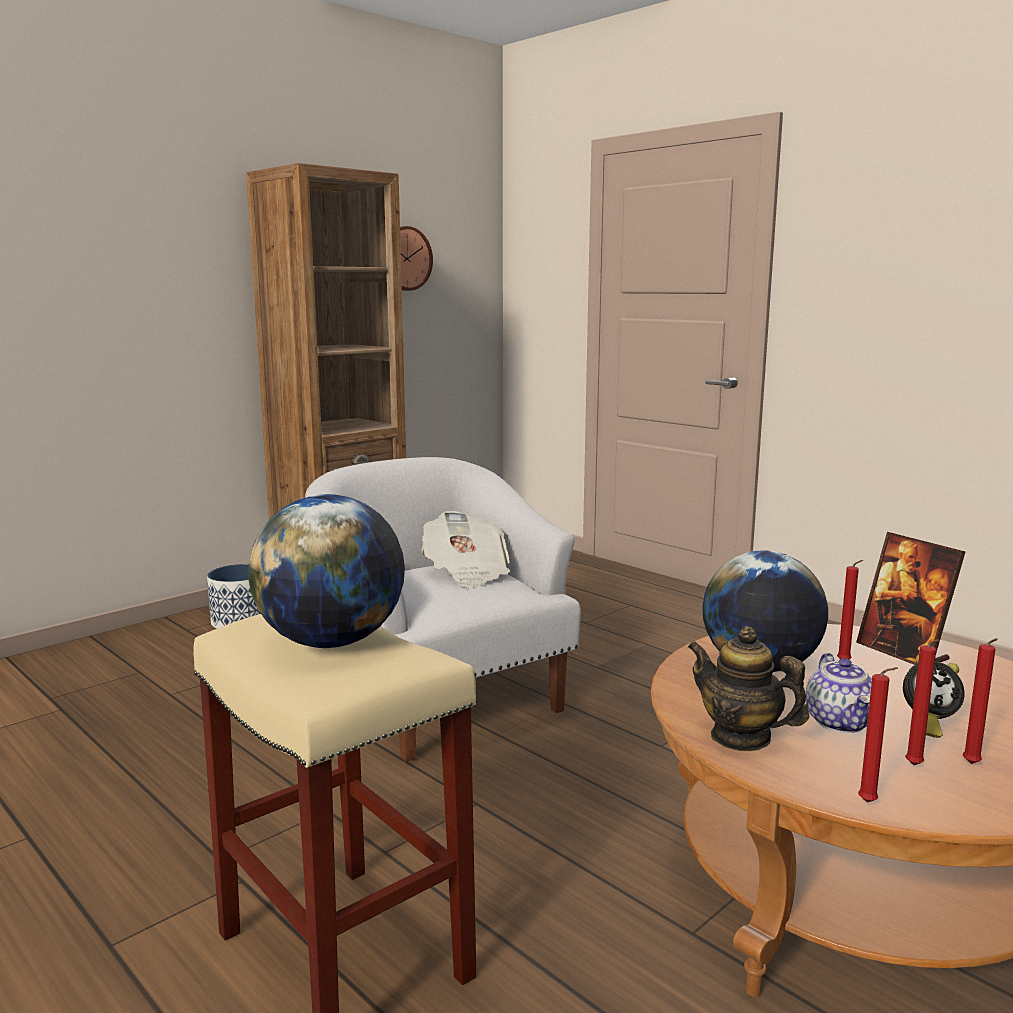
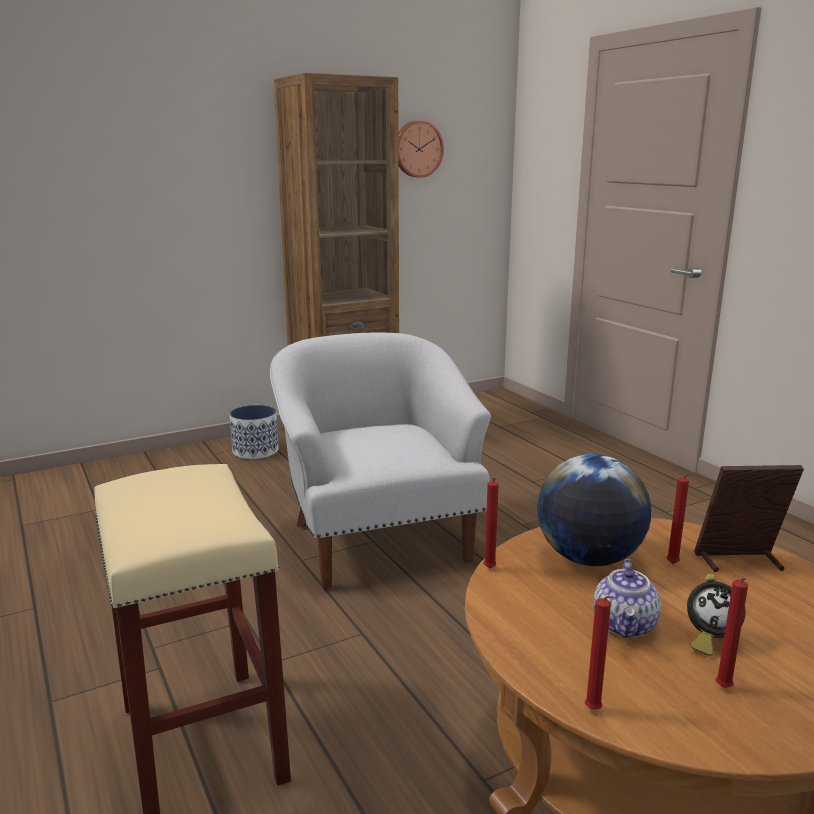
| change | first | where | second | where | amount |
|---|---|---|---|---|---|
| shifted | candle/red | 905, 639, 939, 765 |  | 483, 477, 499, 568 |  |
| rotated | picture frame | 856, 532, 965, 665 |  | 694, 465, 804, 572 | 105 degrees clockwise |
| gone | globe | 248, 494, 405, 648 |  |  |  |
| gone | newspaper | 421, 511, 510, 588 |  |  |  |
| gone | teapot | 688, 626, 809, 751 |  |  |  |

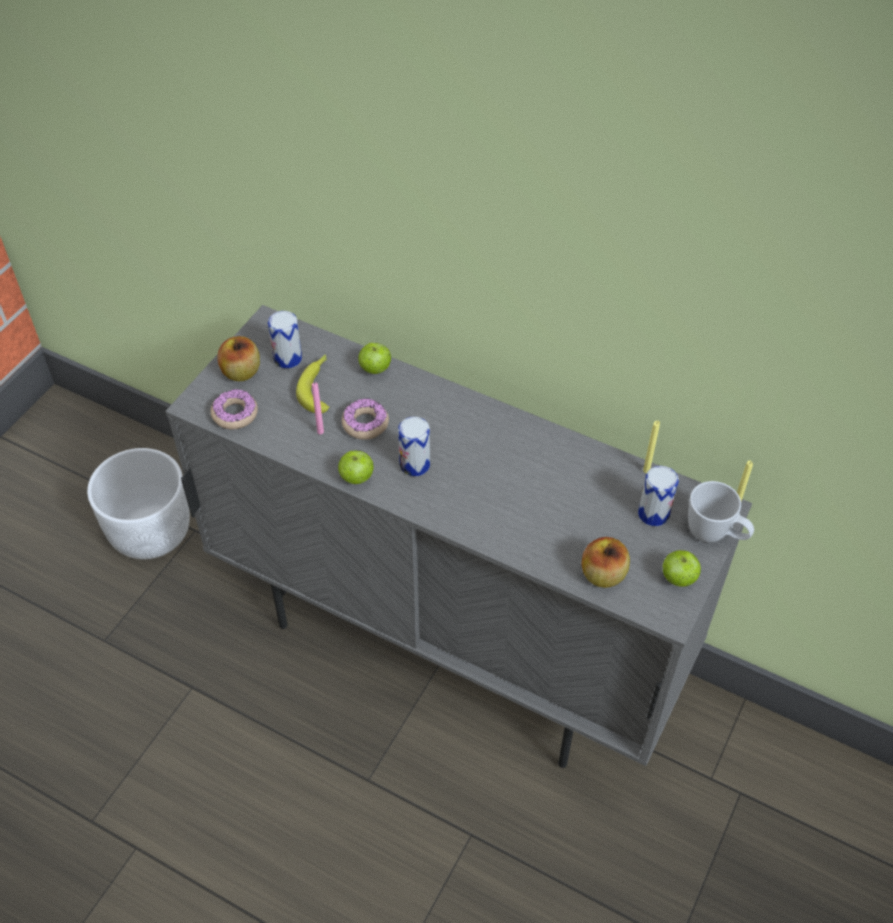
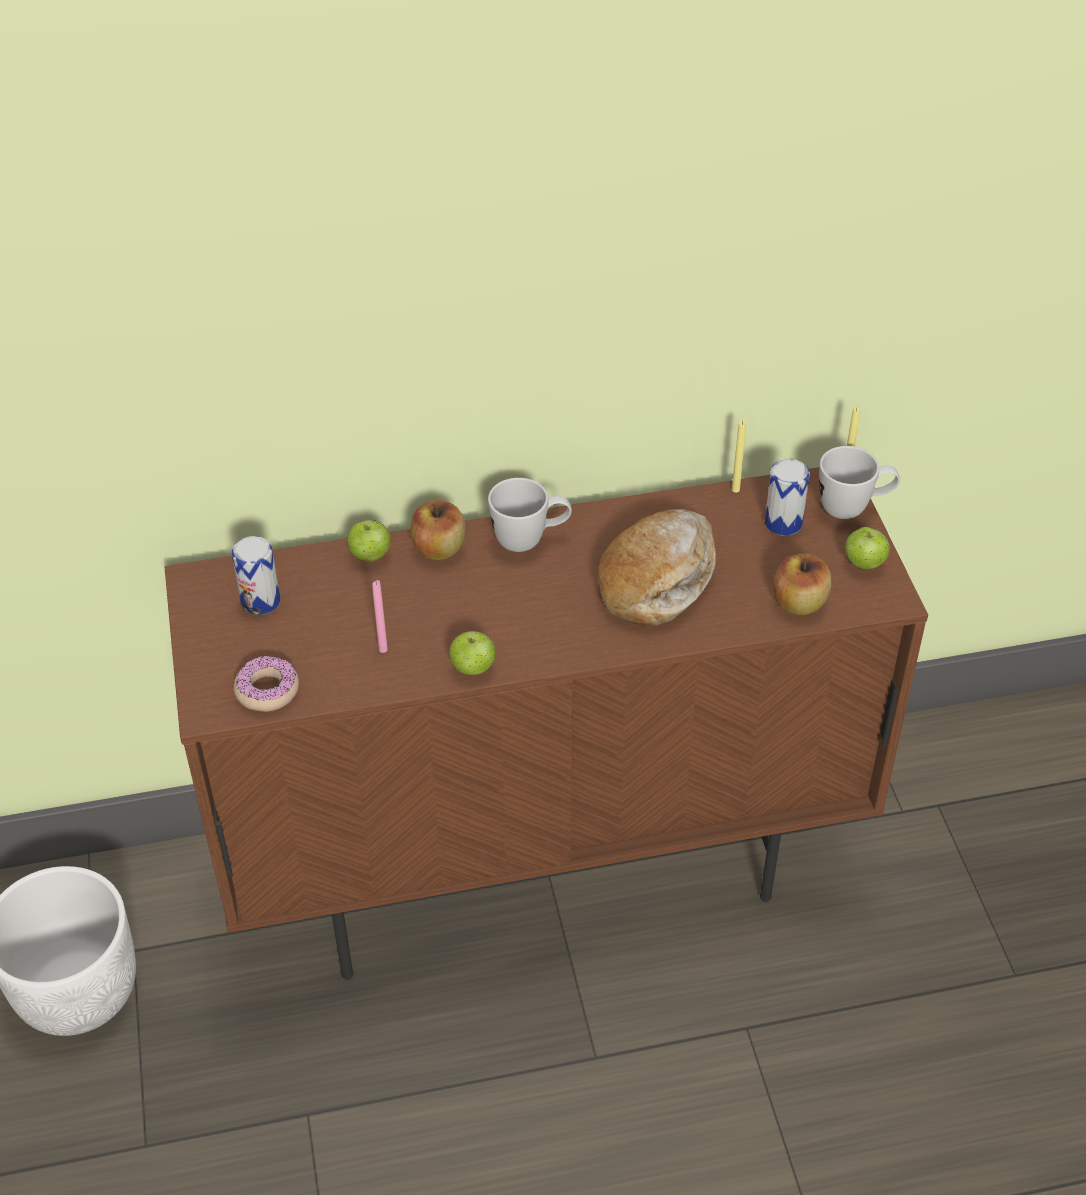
| change | first | where | second | where | amount |
|---|---|---|---|---|---|
| repainted | cabinet/grey | 165, 305, 752, 768 | cabinet/brown | 165, 467, 928, 980 |  |
| shifted | apple | 217, 336, 260, 381 |  | 410, 500, 466, 560 |  |
| new |  |  | mug/white | 488, 478, 572, 552 |  |
| new |  |  | bread | 597, 509, 716, 627 |  |
| gone | banana | 296, 354, 329, 413 |  |  |  |
| gone | donut | 342, 398, 389, 440 |  |  |  |
| gone | can | 398, 417, 430, 476 |  |  |  |

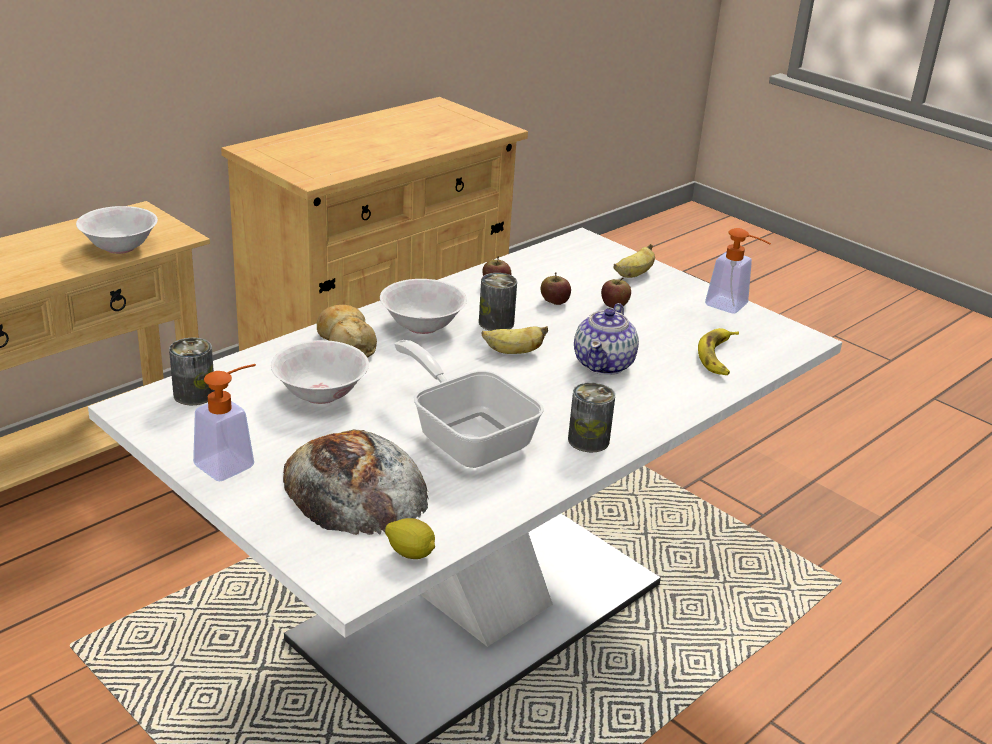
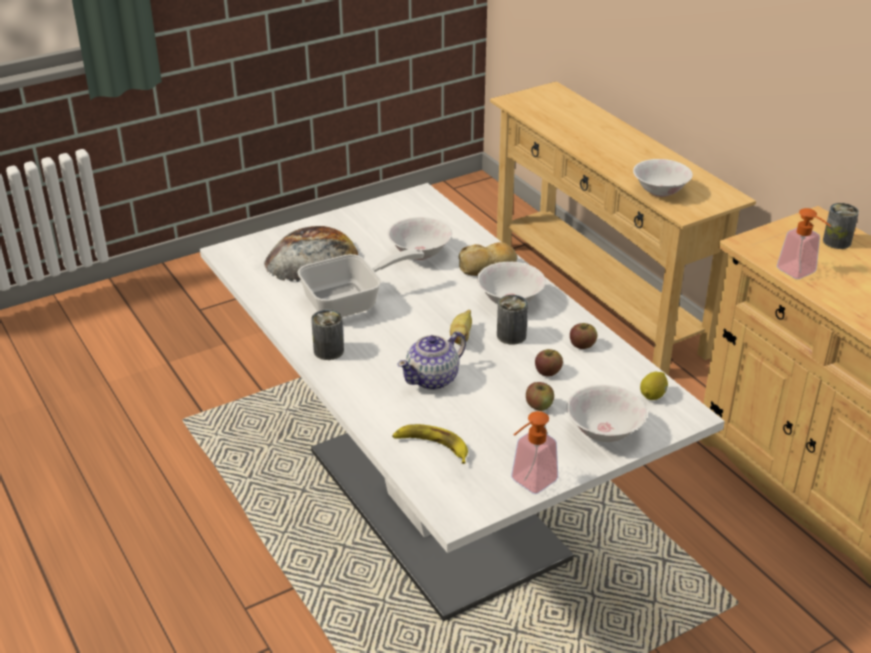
| change | first | where | second | where | amount |
|---|---|---|---|---|---|
| rotated | teapot | 574, 303, 639, 375 |  | 397, 331, 466, 390 | 75 degrees counterclockwise |
| swapped | banana | 614, 244, 655, 278 | bowl/white | 567, 385, 647, 442 |  |
| shifted | lemon | 385, 518, 435, 559 |  | 640, 372, 668, 400 |  |
| shifted | soap dispenser | 193, 364, 256, 481 |  | 777, 208, 831, 279 |  |
| shifted | can | 169, 338, 215, 405 |  | 823, 203, 859, 249 |  |

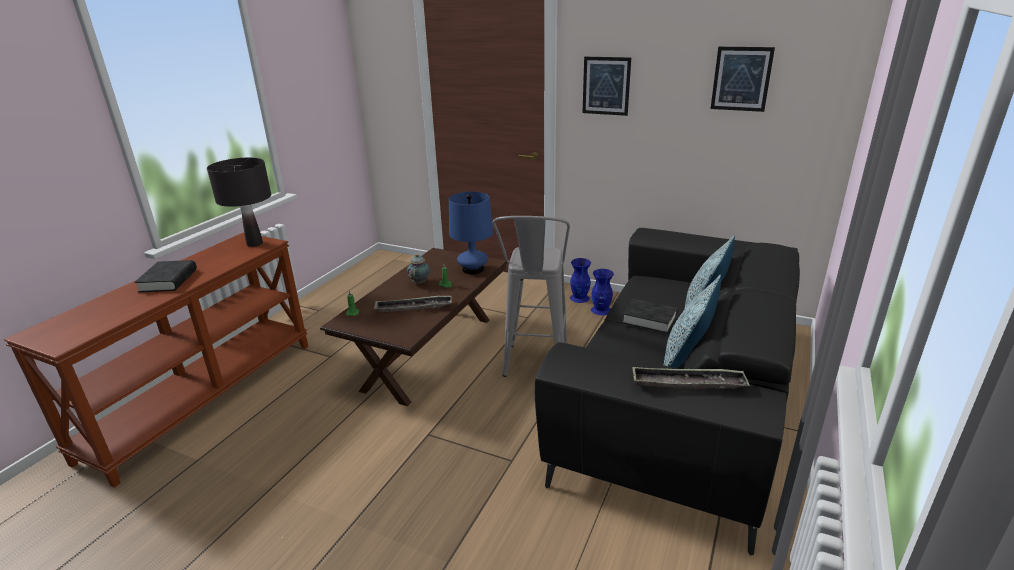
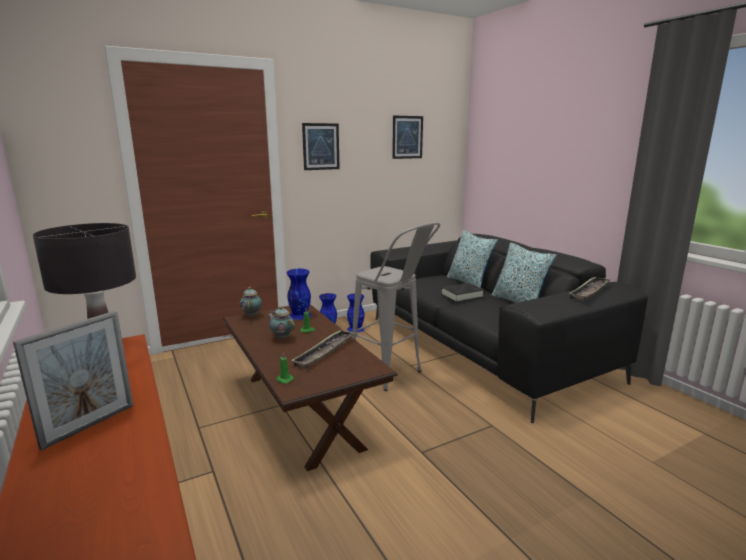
| change | first | where | second | where | amount |
|---|---|---|---|---|---|
| swapped | book/black | 134, 260, 197, 293 | picture frame | 13, 311, 133, 451 |  |
| new |  |  | teapot | 240, 287, 262, 317 |  |
| swapped | table lamp/blue | 449, 192, 493, 274 | vase/blue | 286, 269, 311, 320 |  |

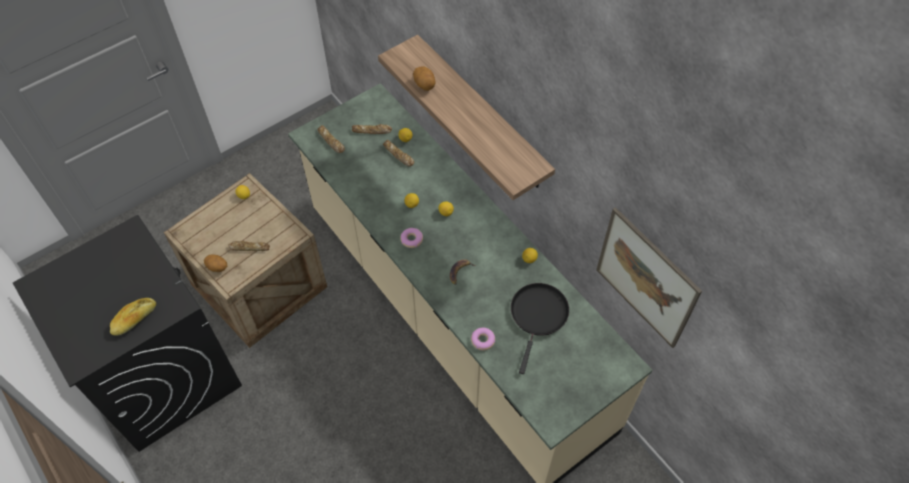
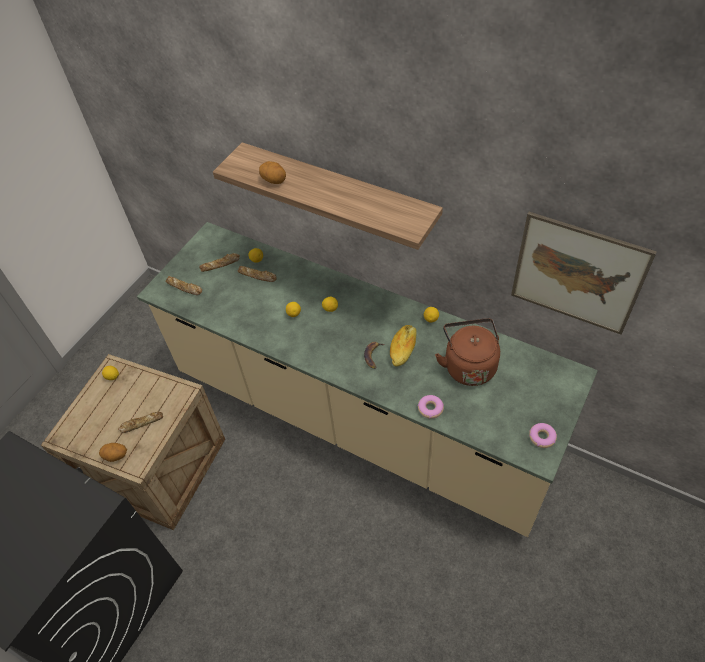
| change | first | where | second | where | amount |
|---|---|---|---|---|---|
| shifted | bread | 110, 298, 156, 336 |  | 390, 325, 417, 367 |  |
| swapped | frying pan/black | 511, 283, 569, 374 | kettle/brown | 435, 318, 500, 386 |  |
| shifted | donut | 400, 228, 423, 248 |  | 529, 423, 557, 448 |  |

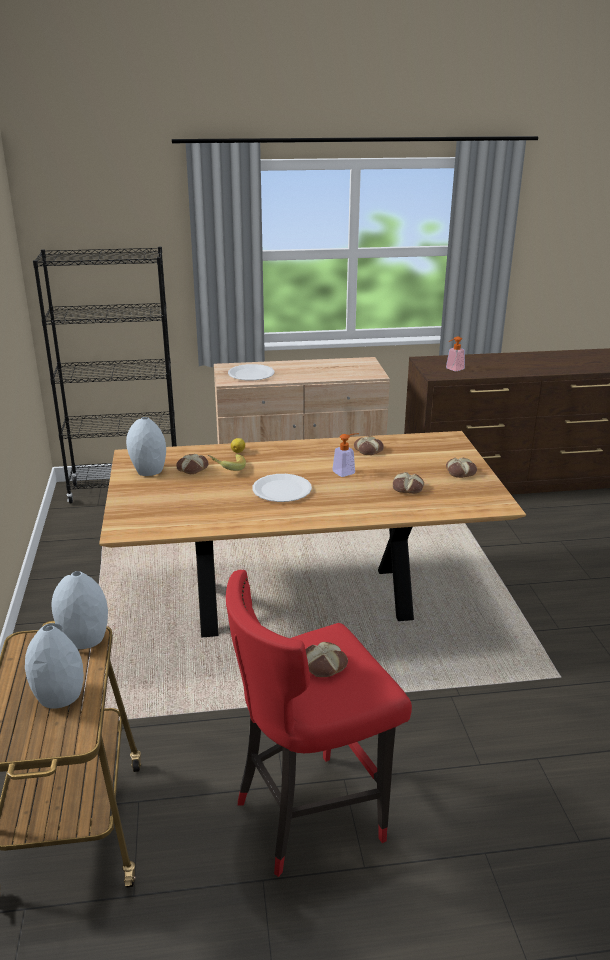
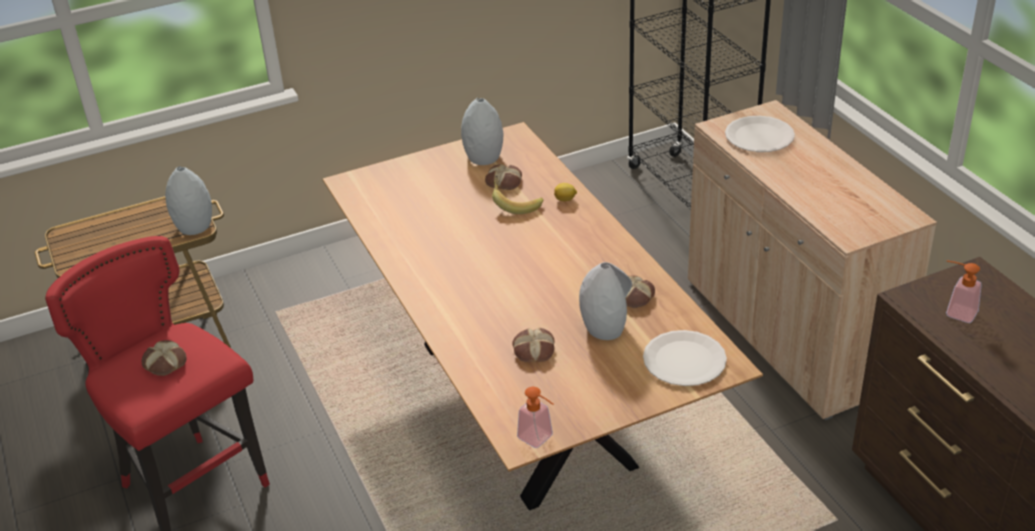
| change | first | where | second | where | amount |
|---|---|---|---|---|---|
| shifted | soap dispenser | 332, 433, 359, 477 |  | 517, 387, 553, 448 |  |
| shifted | vase/grey | 25, 623, 84, 709 |  | 579, 262, 632, 340 |  |
| shifted | plate/white | 253, 474, 312, 502 |  | 643, 330, 727, 386 |  |
| gone | bread | 446, 458, 477, 478 |  |  |  |

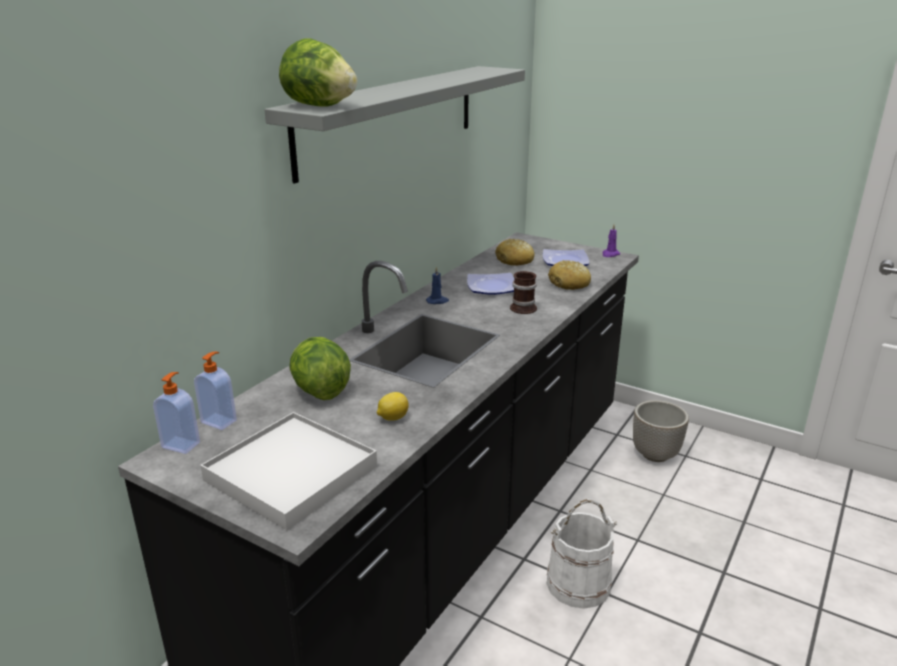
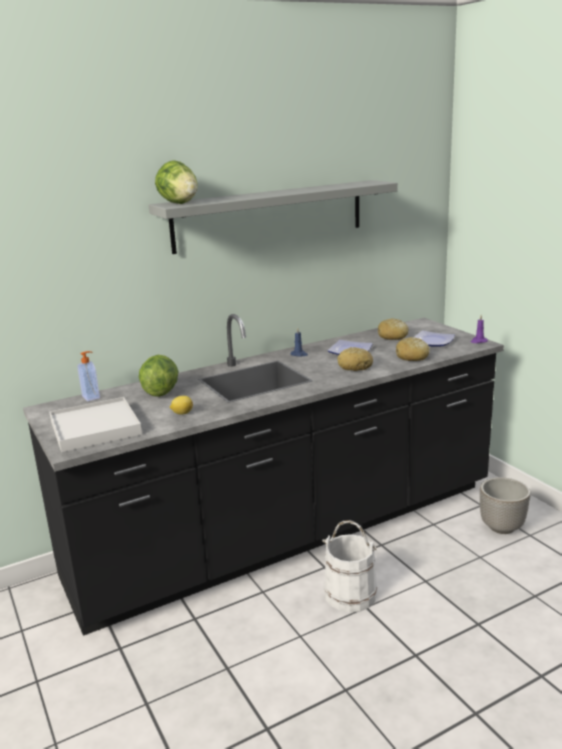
| change | first | where | second | where | amount |
|---|---|---|---|---|---|
| swapped | mug | 510, 271, 537, 314 | bread | 338, 347, 373, 371 |  |
| gone | soap dispenser | 153, 372, 200, 454 |  |  |  |

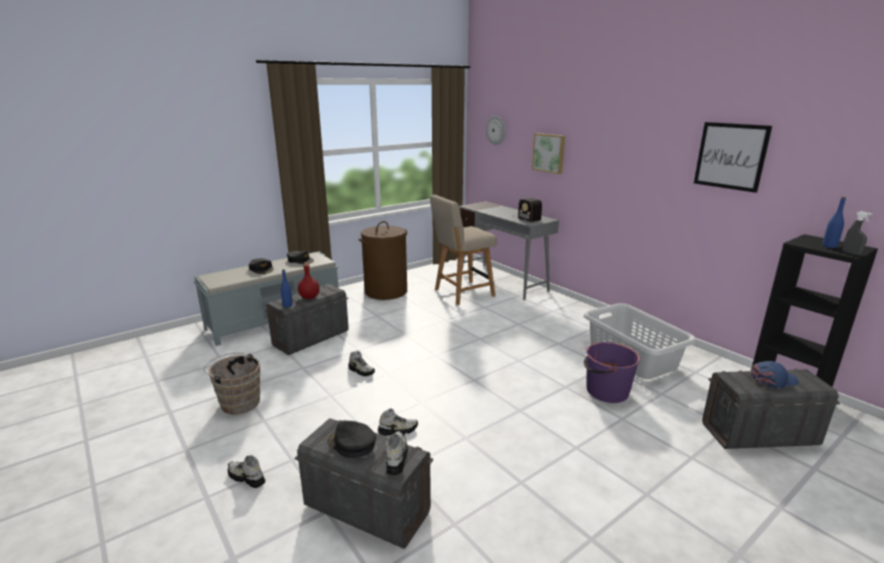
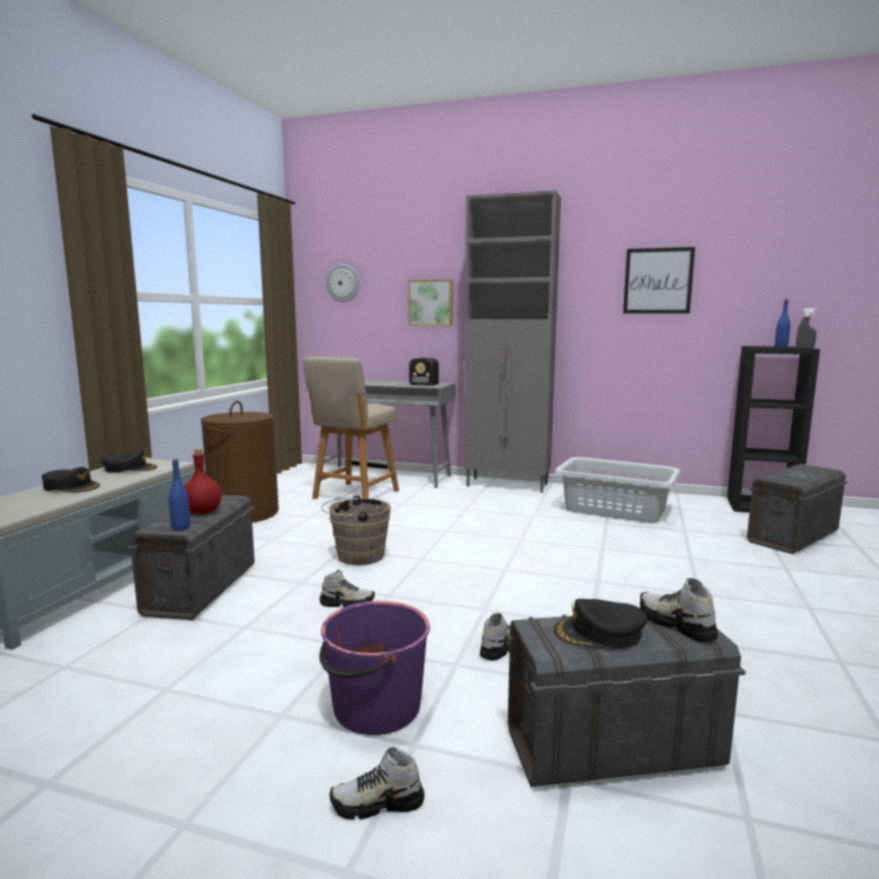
| change | first | where | second | where | amount |
|---|---|---|---|---|---|
| shifted | bucket/purple | 584, 342, 640, 403 |  | 319, 601, 430, 735 |  |
| shifted | bucket/brown | 204, 353, 261, 414 |  | 321, 495, 391, 565 |  |
| new |  |  | cabinet/grey | 464, 190, 561, 493 |  |
| gone | cap/blue | 750, 361, 799, 389 |  |  |  |

